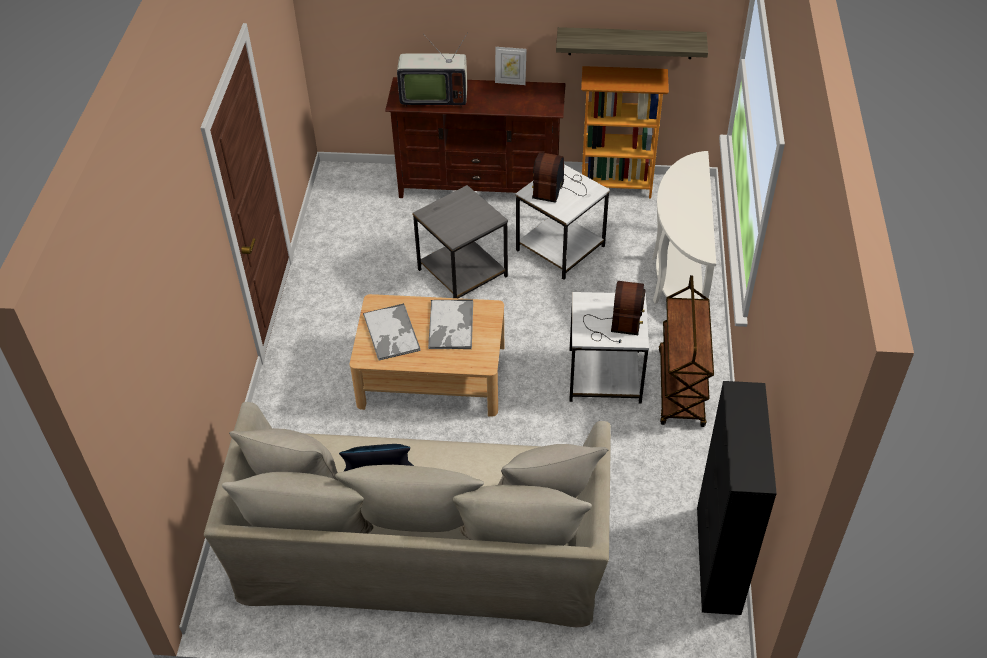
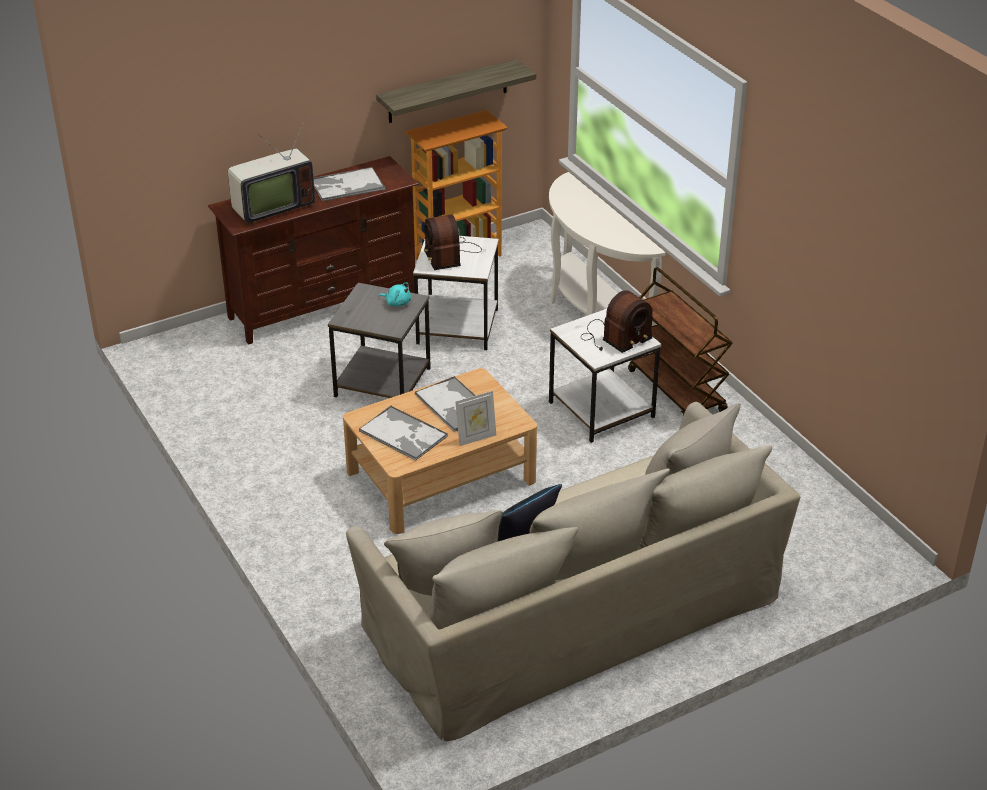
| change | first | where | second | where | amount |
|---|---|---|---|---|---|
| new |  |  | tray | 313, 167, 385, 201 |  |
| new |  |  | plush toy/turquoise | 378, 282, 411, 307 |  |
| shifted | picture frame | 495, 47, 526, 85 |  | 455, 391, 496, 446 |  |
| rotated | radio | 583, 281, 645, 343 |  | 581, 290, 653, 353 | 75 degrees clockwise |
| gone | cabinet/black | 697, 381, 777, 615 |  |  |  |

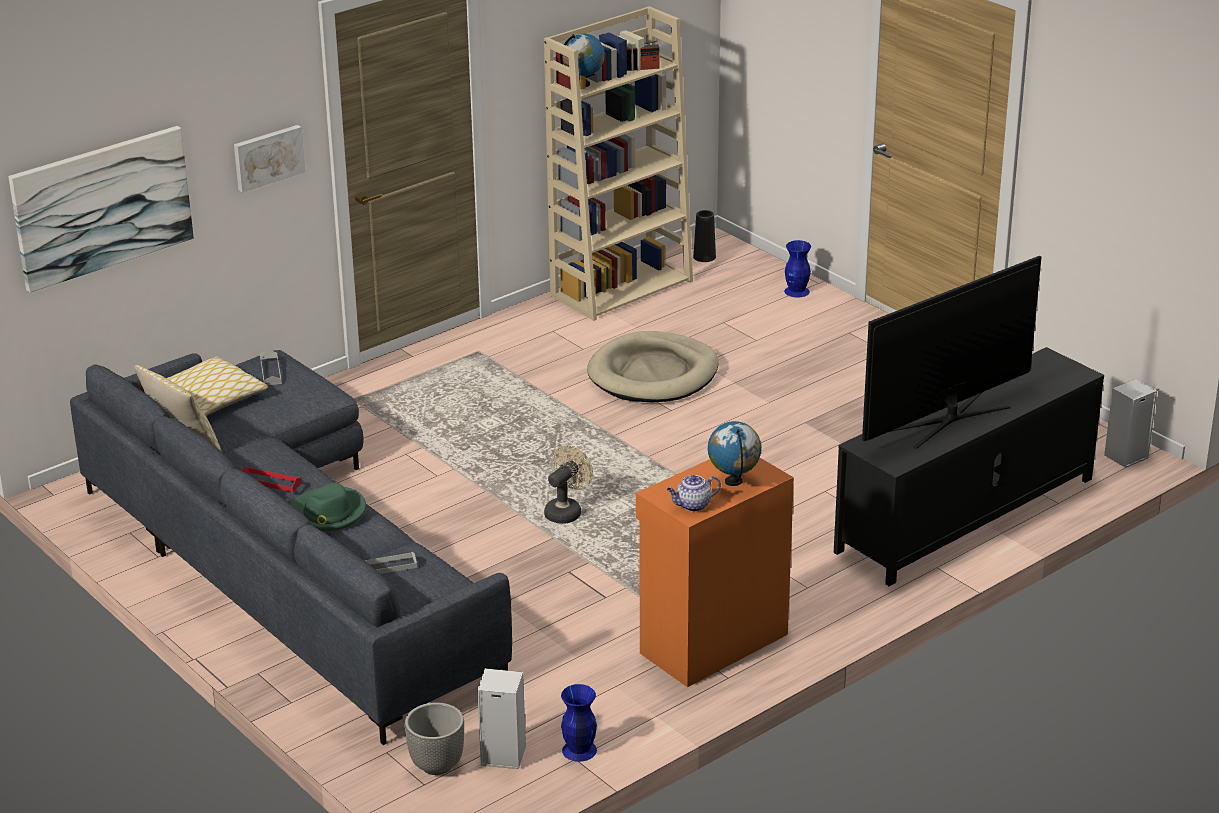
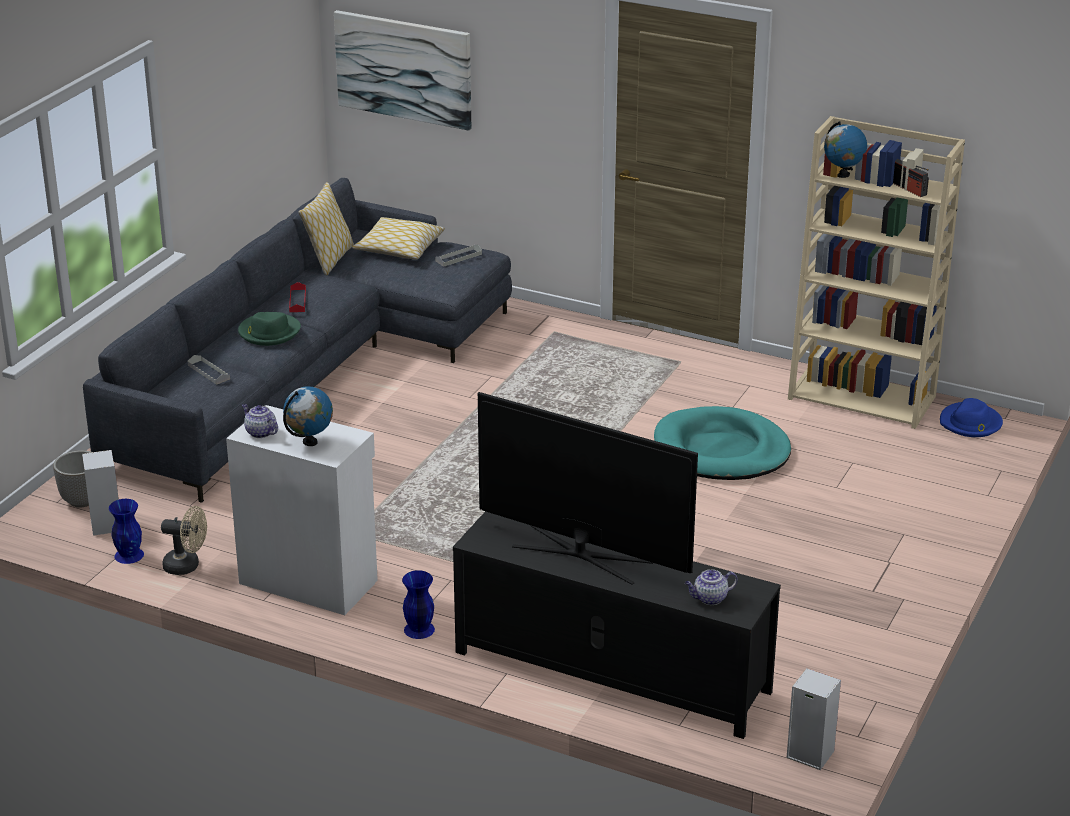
| change | first | where | second | where | amount |
|---|---|---|---|---|---|
| shifted | fan/beige | 544, 445, 593, 524 |  | 161, 506, 207, 575 |  |
| repainted | cabinet/orange | 636, 458, 794, 687 | cabinet/white | 226, 405, 378, 615 |  |
| shifted | vase/blue | 784, 240, 811, 297 |  | 402, 570, 435, 639 |  |
| repainted | dog bed/beige | 587, 331, 719, 402 | dog bed/turquoise | 654, 406, 791, 480 |  |
| new |  |  | teapot | 685, 569, 738, 605 |  |
| swapped | vase/black | 693, 210, 716, 262 | hat/blue | 940, 398, 1003, 437 |  |
| gone | picture | 234, 125, 305, 192 |  |  |  |

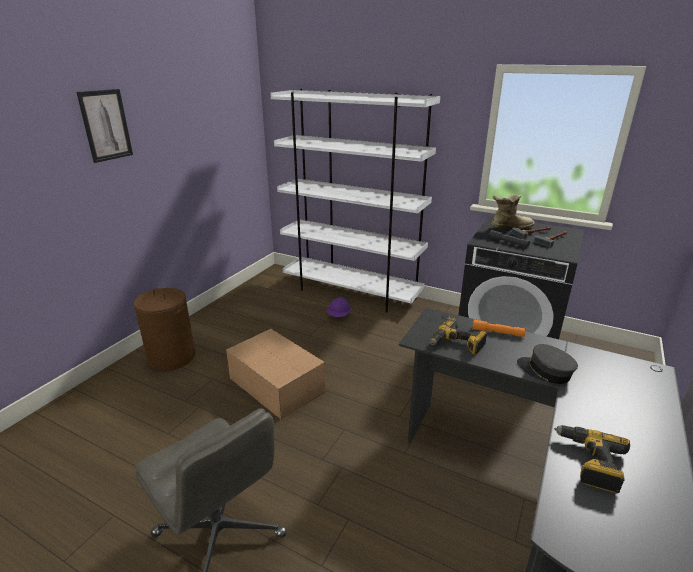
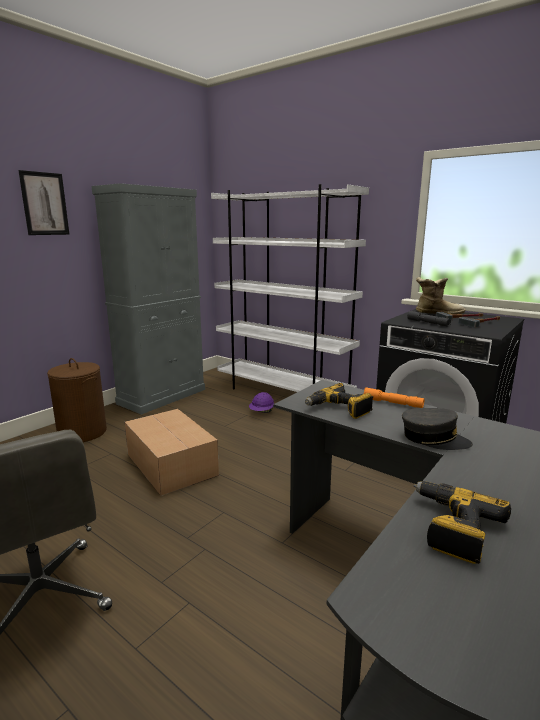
| change | first | where | second | where | amount |
|---|---|---|---|---|---|
| new |  |  | cabinet/grey | 92, 183, 205, 415 |  |
| rotated | cap/grey | 517, 344, 578, 384 |  | 402, 408, 473, 450 | 150 degrees clockwise |

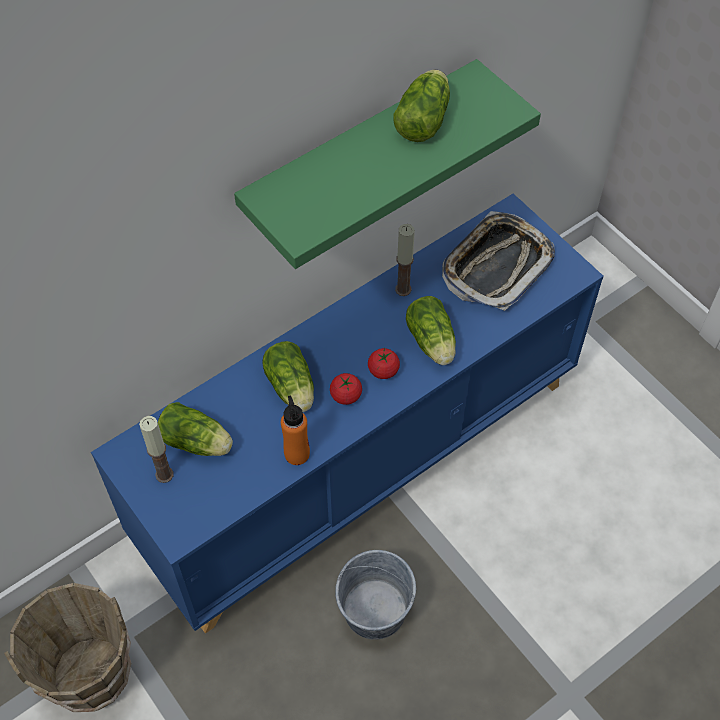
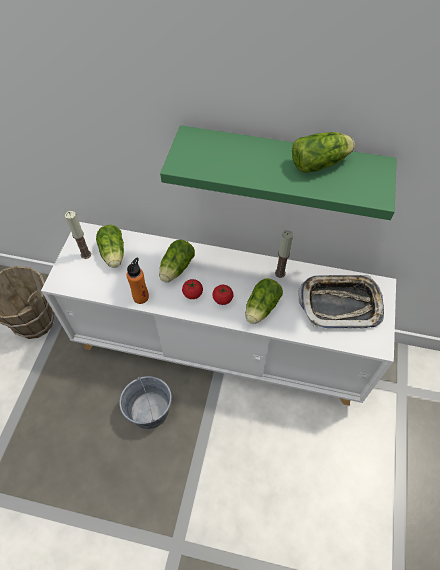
| change | first | where | second | where | amount |
|---|---|---|---|---|---|
| repainted | cabinet/blue | 91, 194, 604, 634 | cabinet/white | 41, 222, 396, 406 |  |

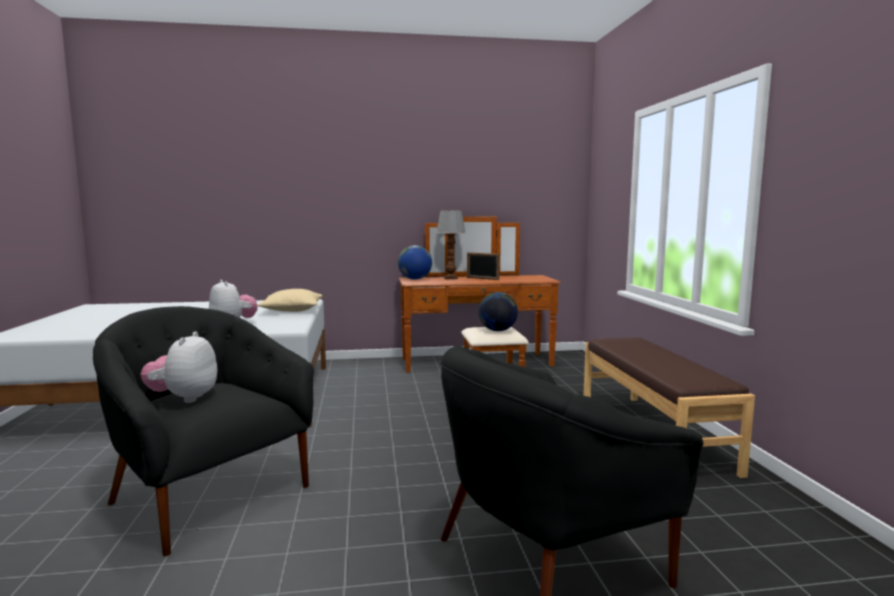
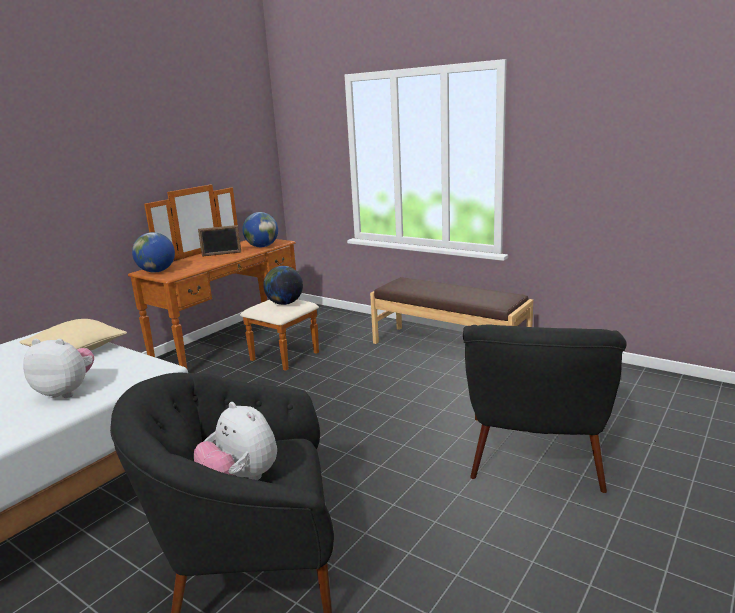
| change | first | where | second | where | amount |
|---|---|---|---|---|---|
| new |  |  | globe | 242, 212, 278, 247 |  |
| gone | table lamp | 436, 210, 466, 280 |  |  |  |

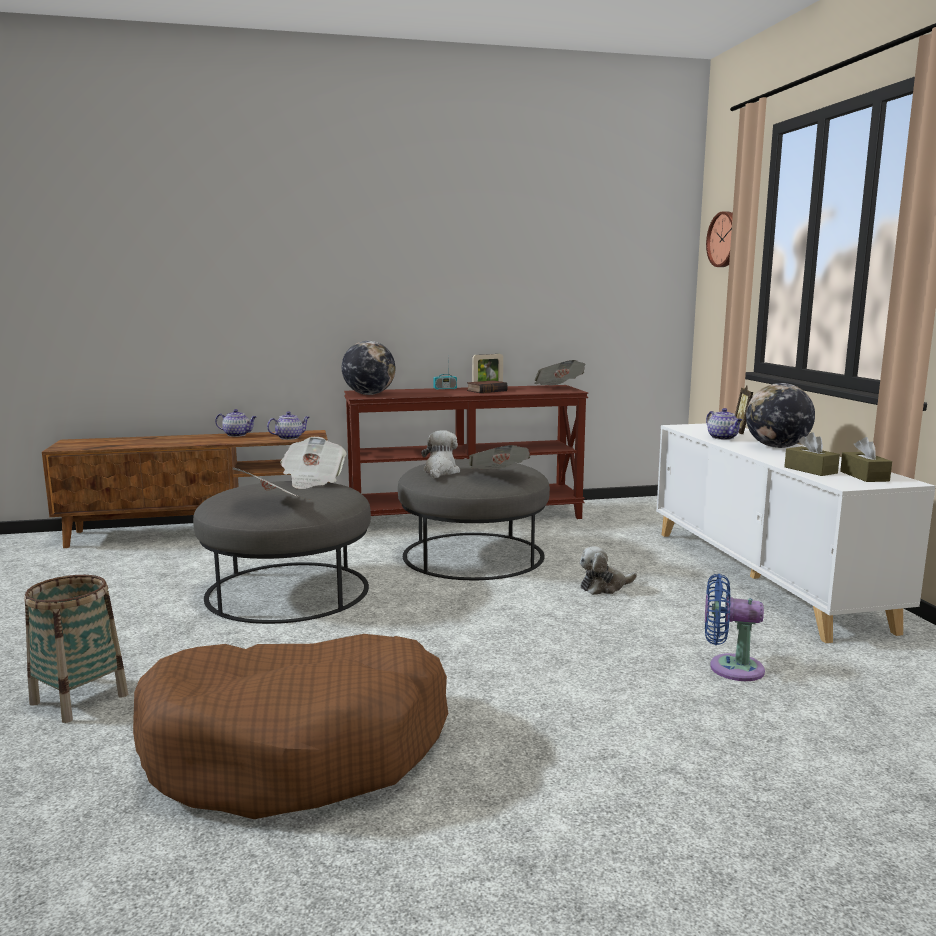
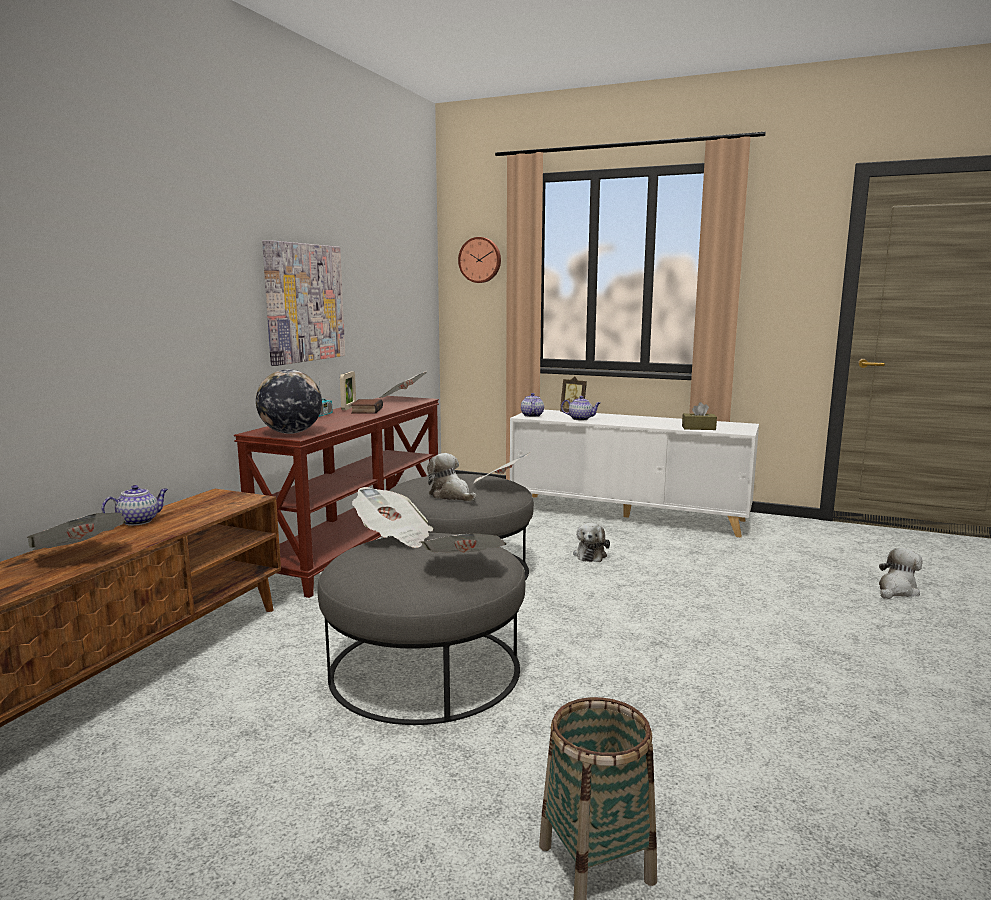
| change | first | where | second | where | amount |
|---|---|---|---|---|---|
| new |  |  | newspaper | 27, 512, 126, 550 |  |
| new |  |  | picture | 262, 240, 345, 366 |  |
| shifted | teapot | 267, 412, 309, 440 |  | 521, 393, 544, 417 |  |
| new |  |  | plush toy | 879, 548, 922, 599 |  |
| gone | dog bed/brown | 133, 634, 448, 819 |  |  |  |
| gone | fan/blue | 705, 574, 765, 681 |  |  |  |
| gone | globe | 746, 383, 815, 448 |  |  |  |
| gone | tissue box/brown | 840, 437, 892, 482 |  |  |  |

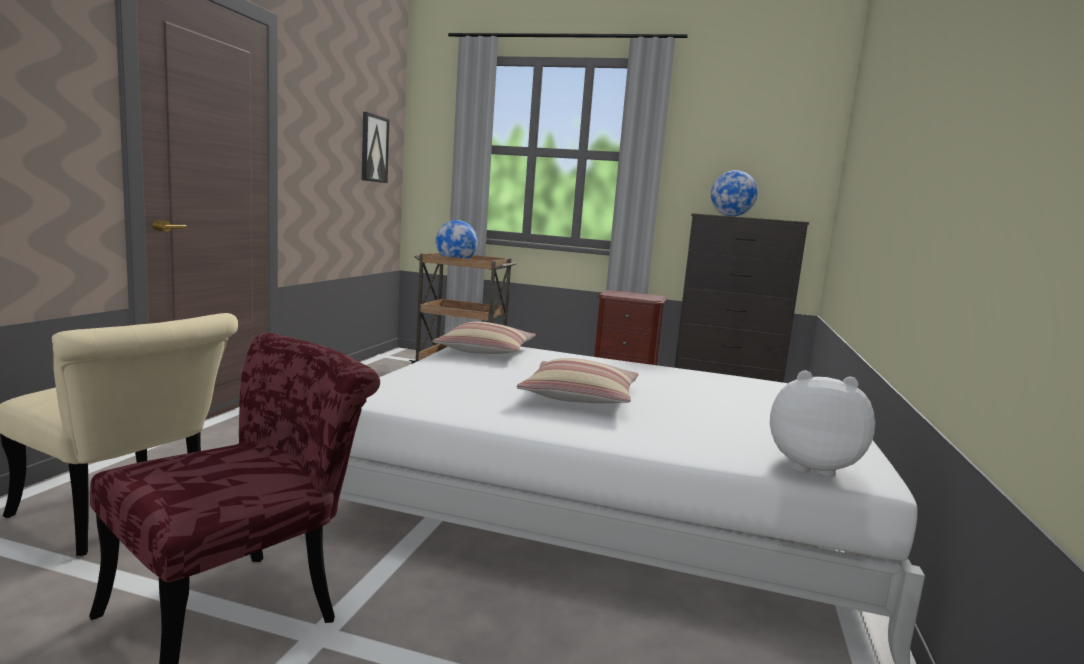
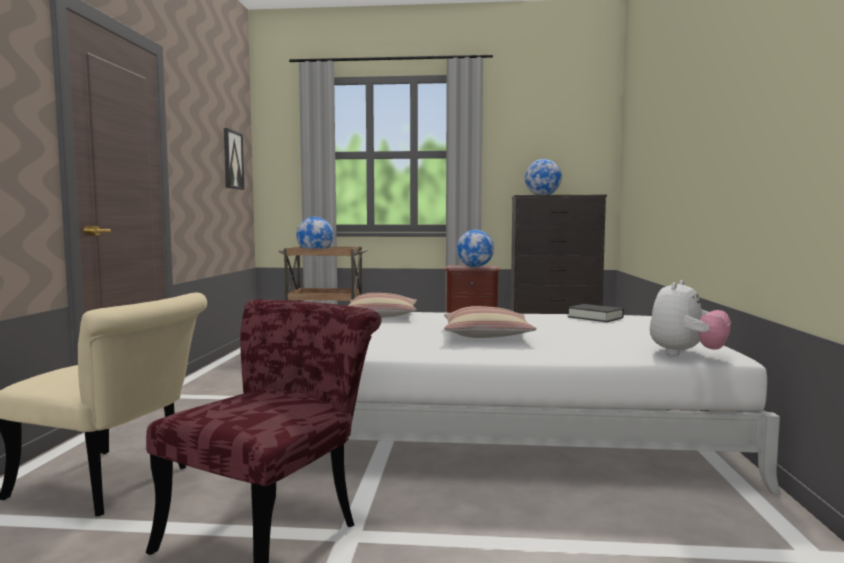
| change | first | where | second | where | amount |
|---|---|---|---|---|---|
| new |  |  | globe | 457, 230, 494, 267 |  |
| new |  |  | book/black | 568, 304, 624, 322 |  |
| rotated | plush toy | 770, 370, 875, 477 |  | 650, 280, 731, 356 | 120 degrees clockwise |

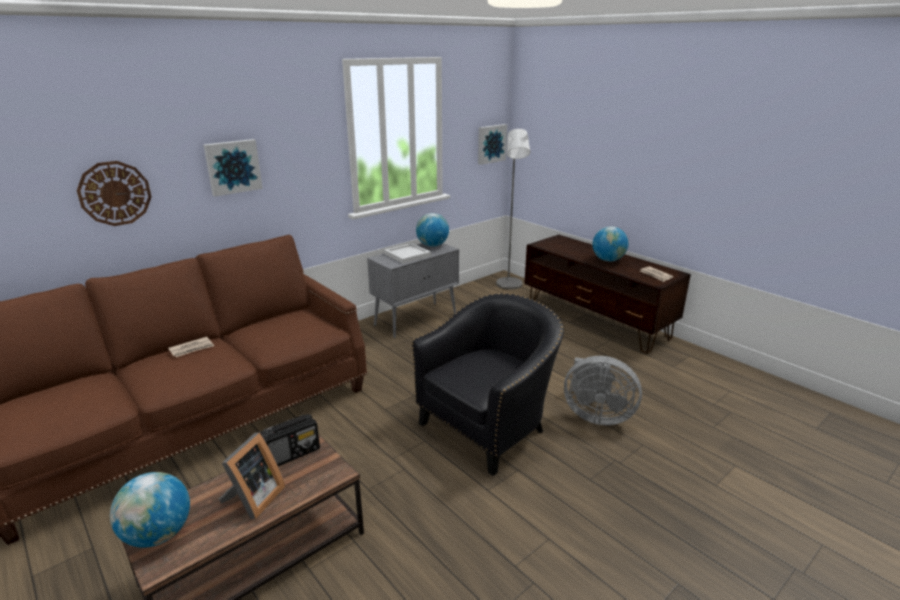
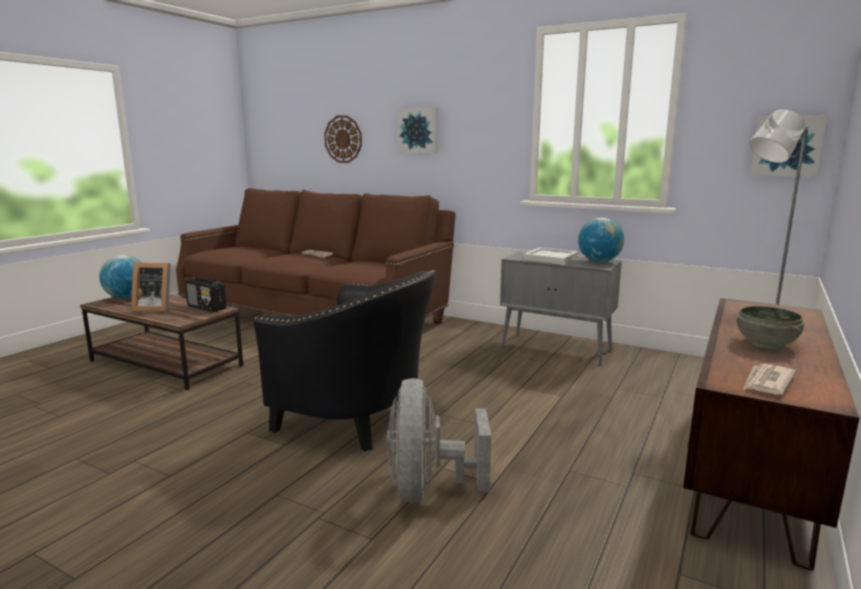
| change | first | where | second | where | amount |
|---|---|---|---|---|---|
| swapped | globe | 592, 226, 628, 261 | bowl/grey | 737, 306, 804, 350 |  |

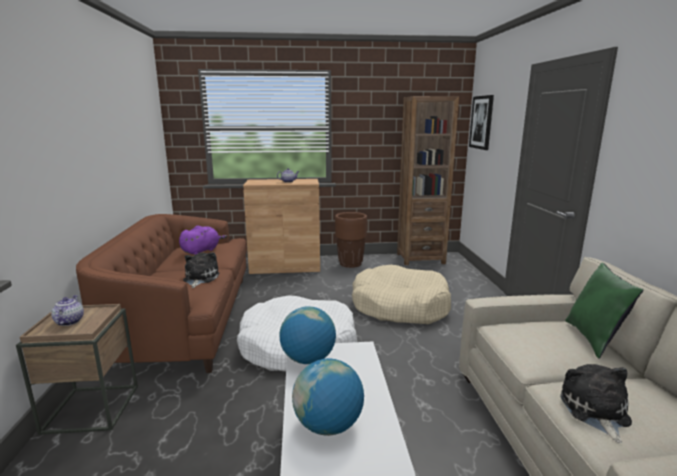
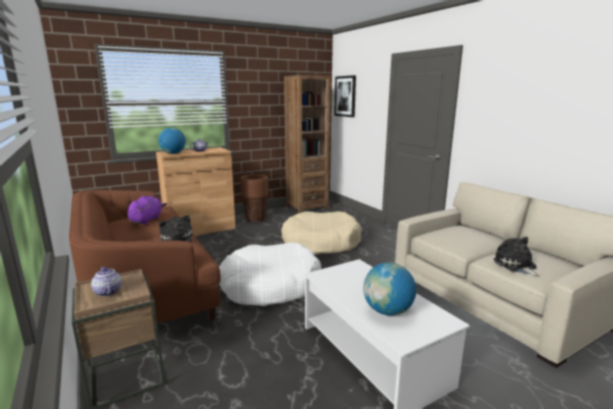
| change | first | where | second | where | amount |
|---|---|---|---|---|---|
| shifted | globe | 279, 306, 336, 364 |  | 158, 127, 186, 154 |  |
| gone | pillow/green | 565, 262, 643, 358 |  |  |  |

